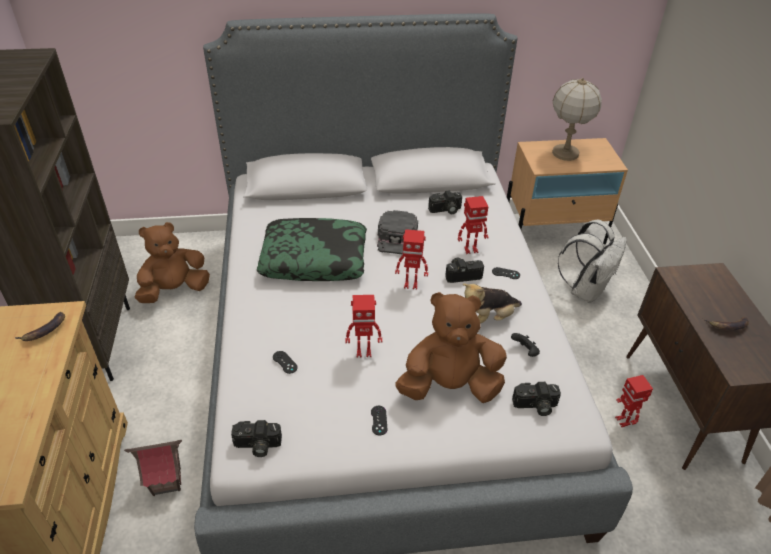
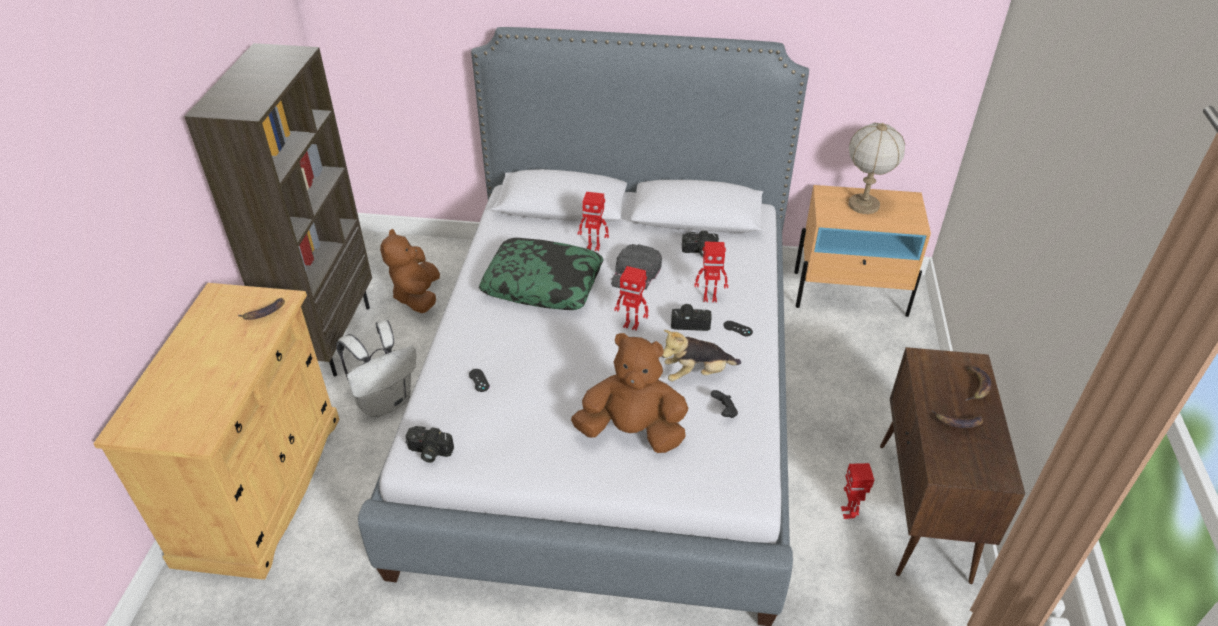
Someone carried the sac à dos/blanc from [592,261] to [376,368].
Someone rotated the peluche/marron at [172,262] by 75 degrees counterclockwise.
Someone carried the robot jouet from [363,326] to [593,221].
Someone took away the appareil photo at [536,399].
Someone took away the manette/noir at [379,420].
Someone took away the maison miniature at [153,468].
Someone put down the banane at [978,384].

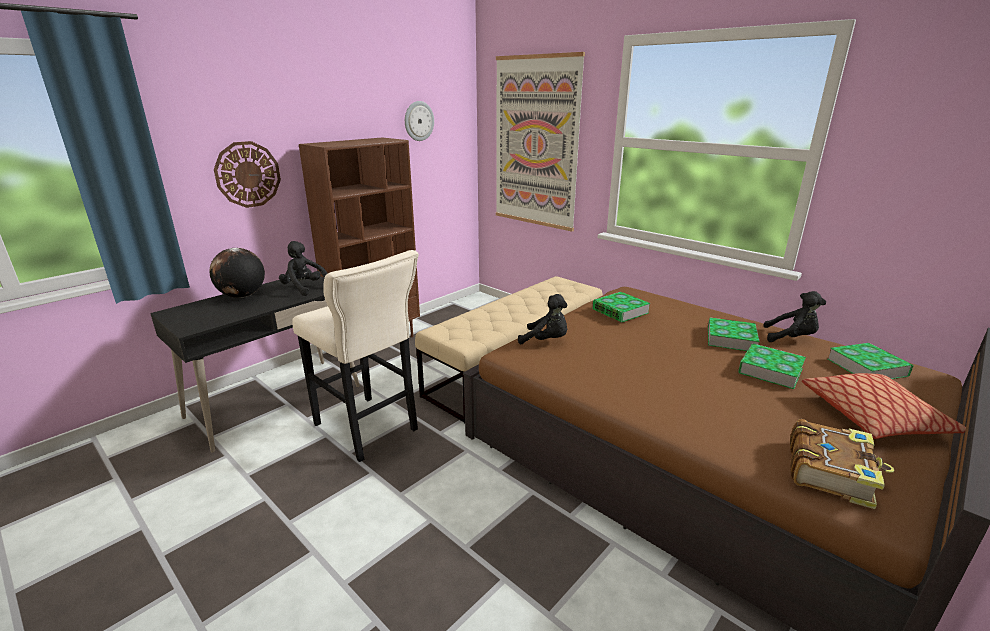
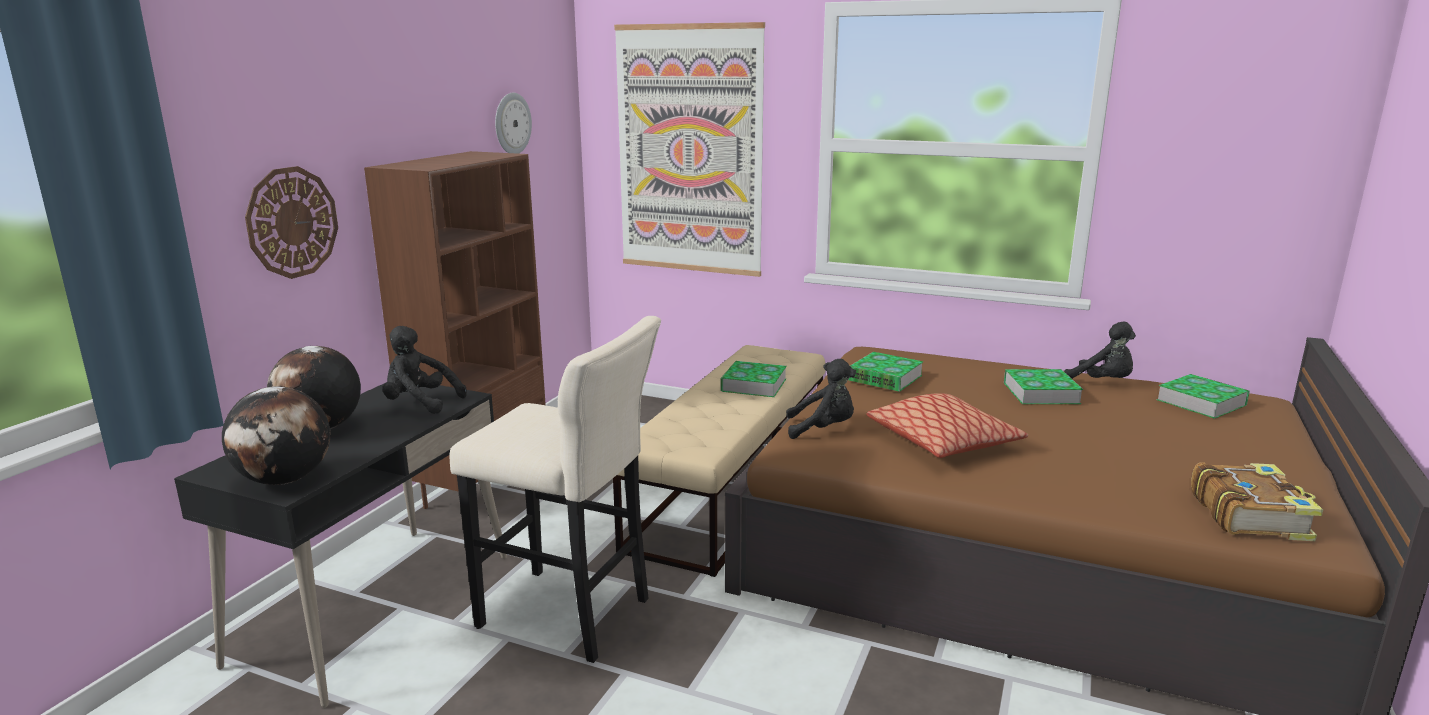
Someone rotated the peluche/noir at [794,316] by 45 degrees clockwise.
Someone carried the livre from [772,366] to [753,379].
Someone carried the coussin from [884,406] to [947,425].
Someone put down the globe at [276,435].

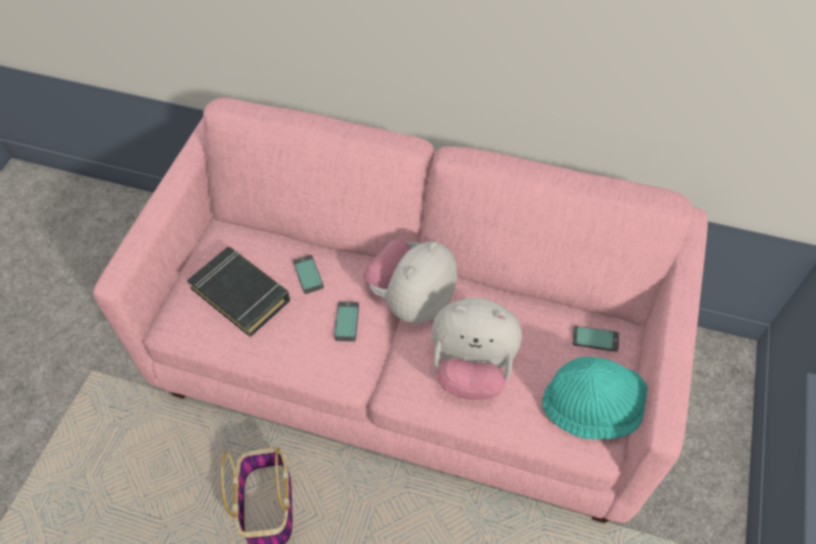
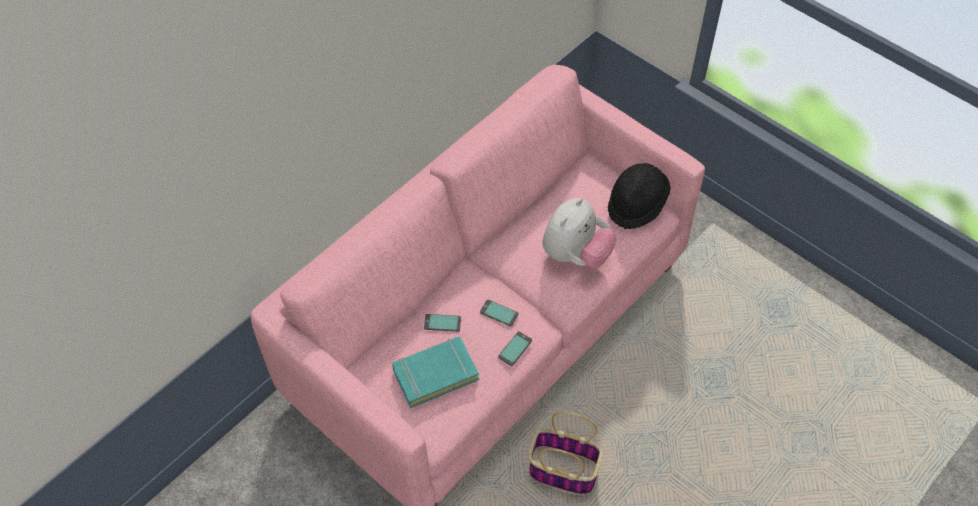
Someone took away the peluche at [410,281].
Someone repainted the livre/noir at [238,292], which became the livre/turquoise at [435,372].
Someone carried the téléphone from [595,339] to [515,348].
Someone repainted the chapeau/turquoise at [595,397], which became the chapeau/noir at [639,196].

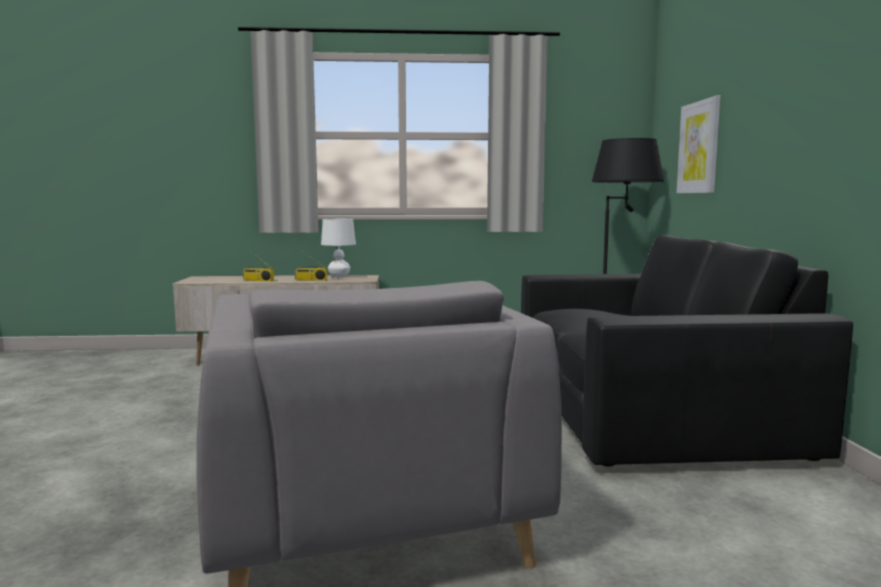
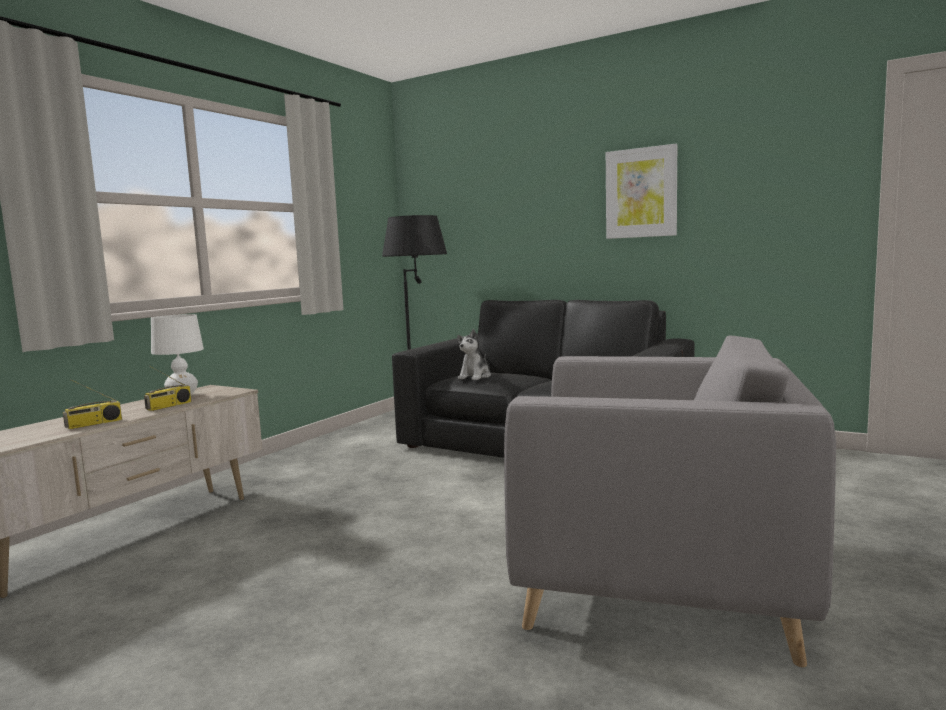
Someone carried the tableau from [698,144] to [641,191].
Someone put down the peluche at [474,354].

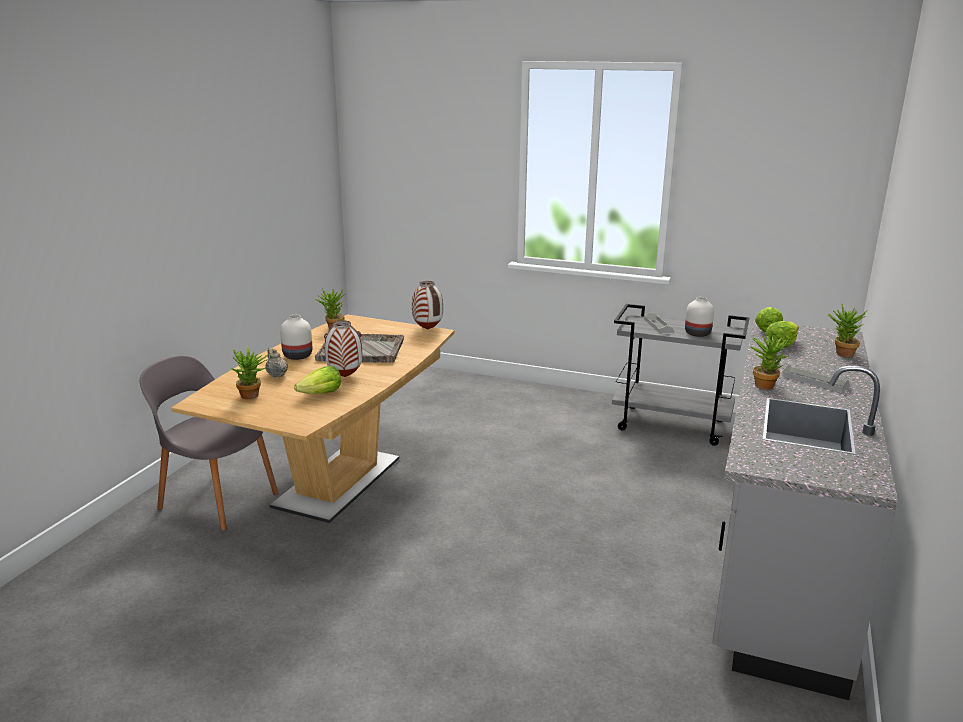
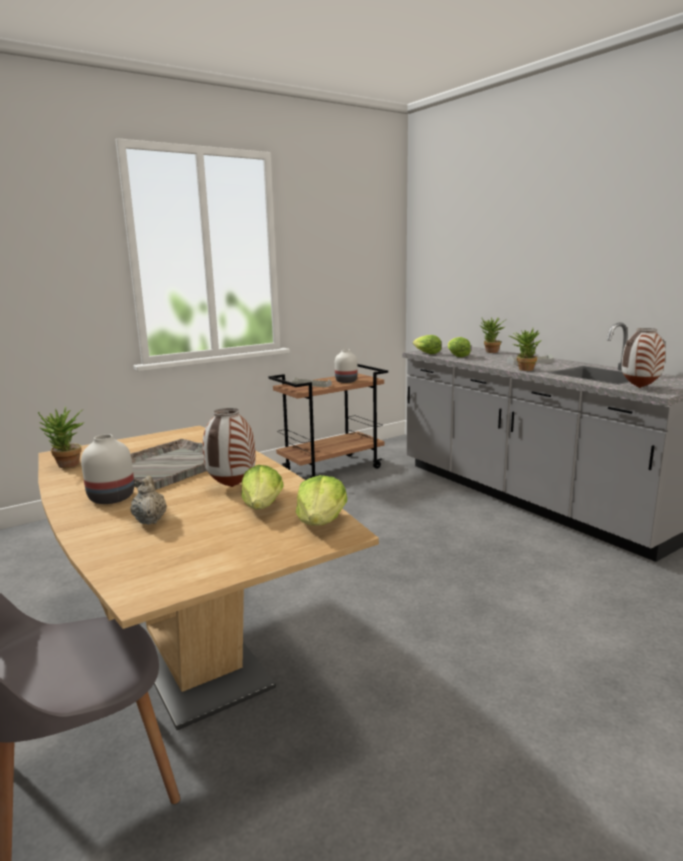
Someone carried the vase from [427,305] to [643,358].
Someone repainted the chariot/gris at [680,375], which became the chariot/marron at [328,421].
Someone took away the plante en pot at [250,372].
Someone rotated the théière/beige at [276,362] by 75 degrees clockwise.
Someone put down the laitue at [321,500].

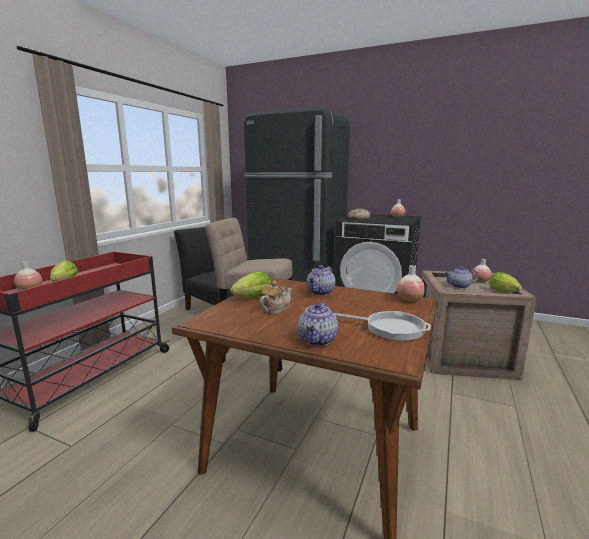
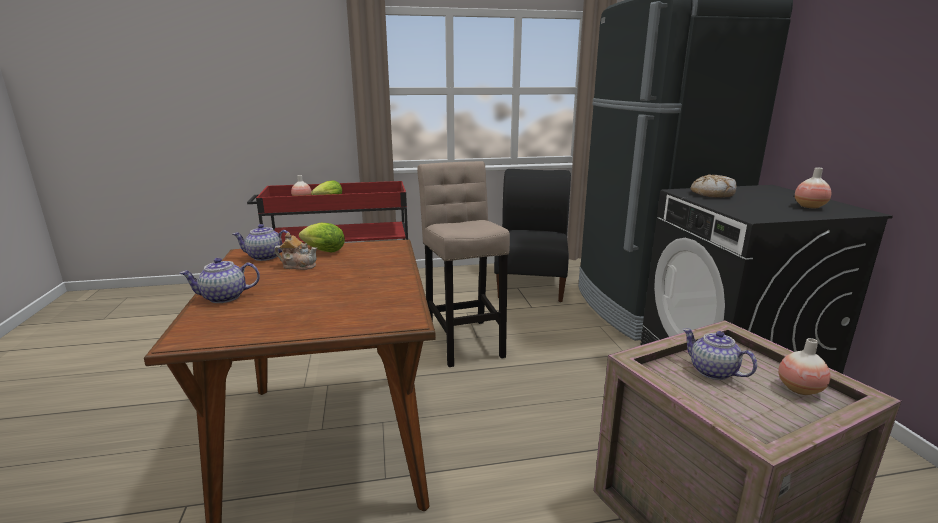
Someone carried the théière from [321,280] to [261,242].
Someone took away the vase at [410,283].
Someone took away the laitue at [505,282].
Someone took away the poêle at [382,326].

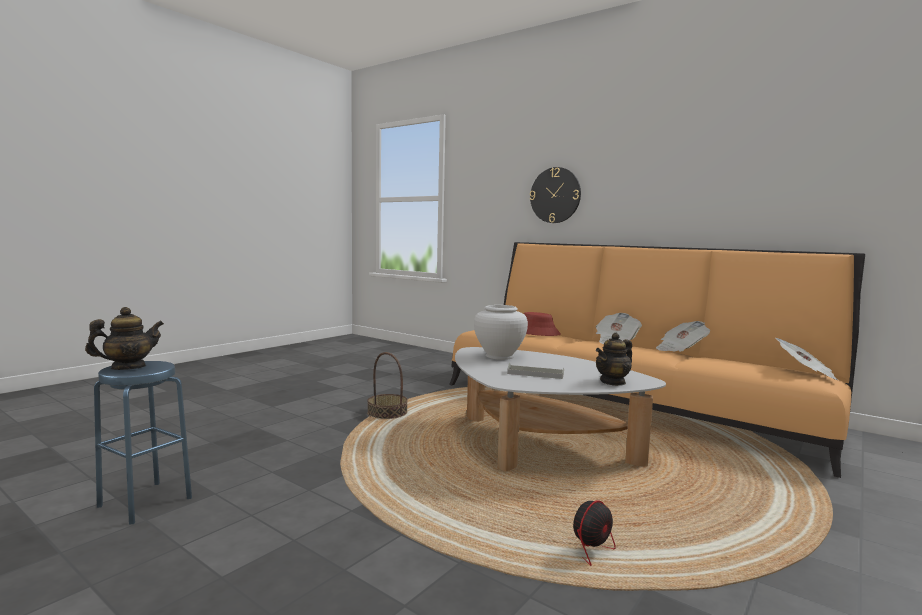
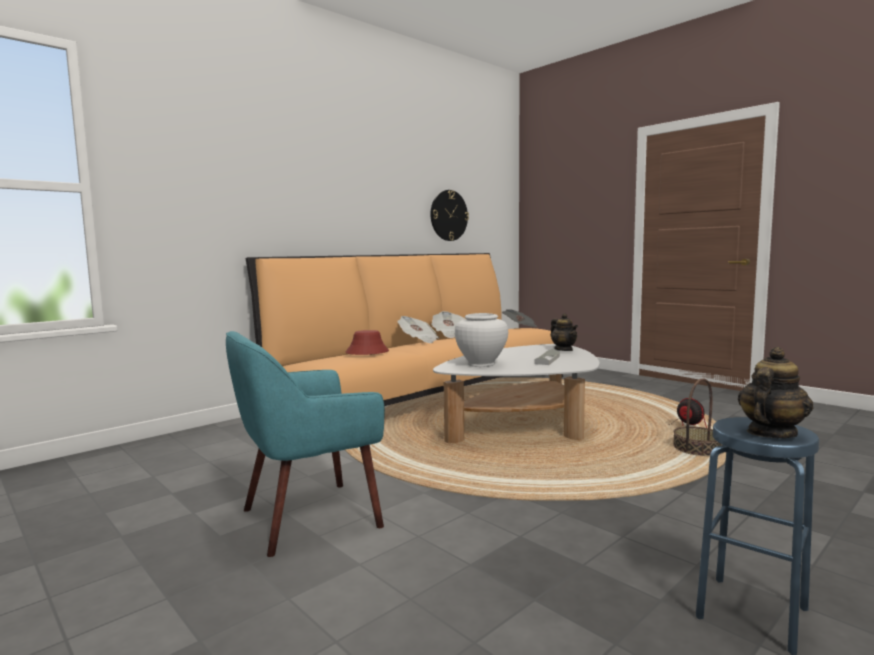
Someone carried the horloge murale from [555,195] to [450,215].
Someone rotated the théière at [124,338] by 75 degrees clockwise.
Someone carried the panier from [387,385] to [698,417].
Someone put down the fauteuil/turquoise at [305,444].

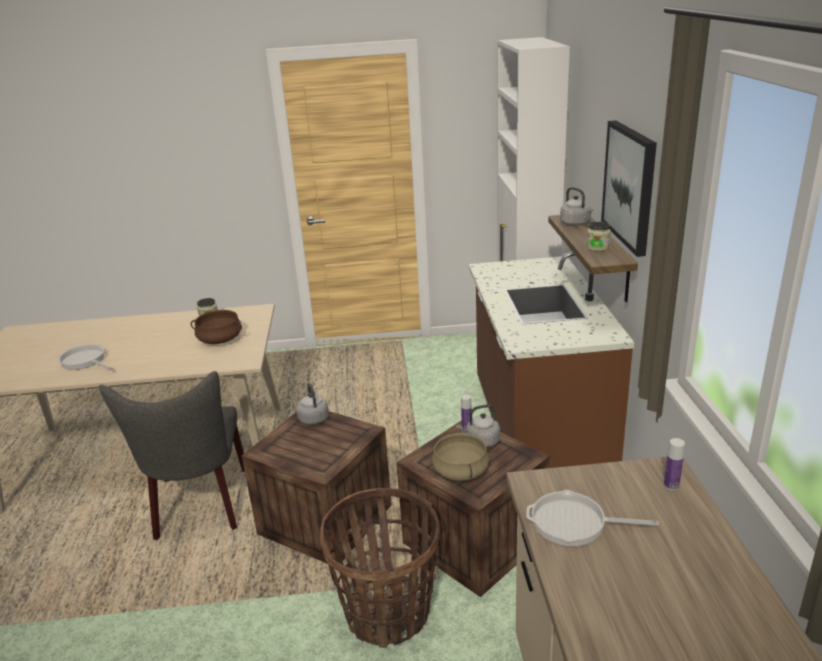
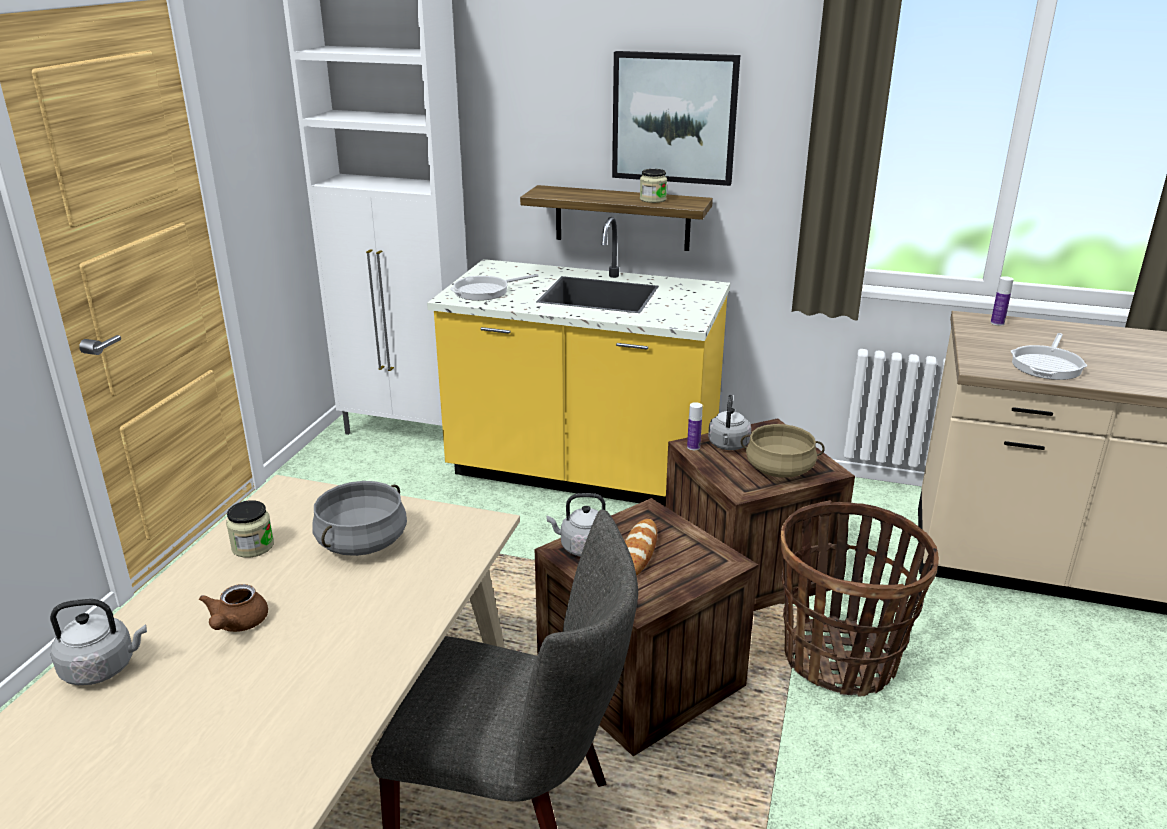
Someone carried the bouilloire/gris from [576,206] to [98,642].
Someone repainted the comptoir de cuisine/marron at [551,360], which became the comptoir de cuisine/jaune at [578,361].
Someone repainted the marmite/marron at [216,327], which became the marmite/gris at [359,518].
Someone carried the poêle from [85,357] to [494,287].
Someone put down the pain at [641,547].
Someone put down the théière/marron at [233,608].

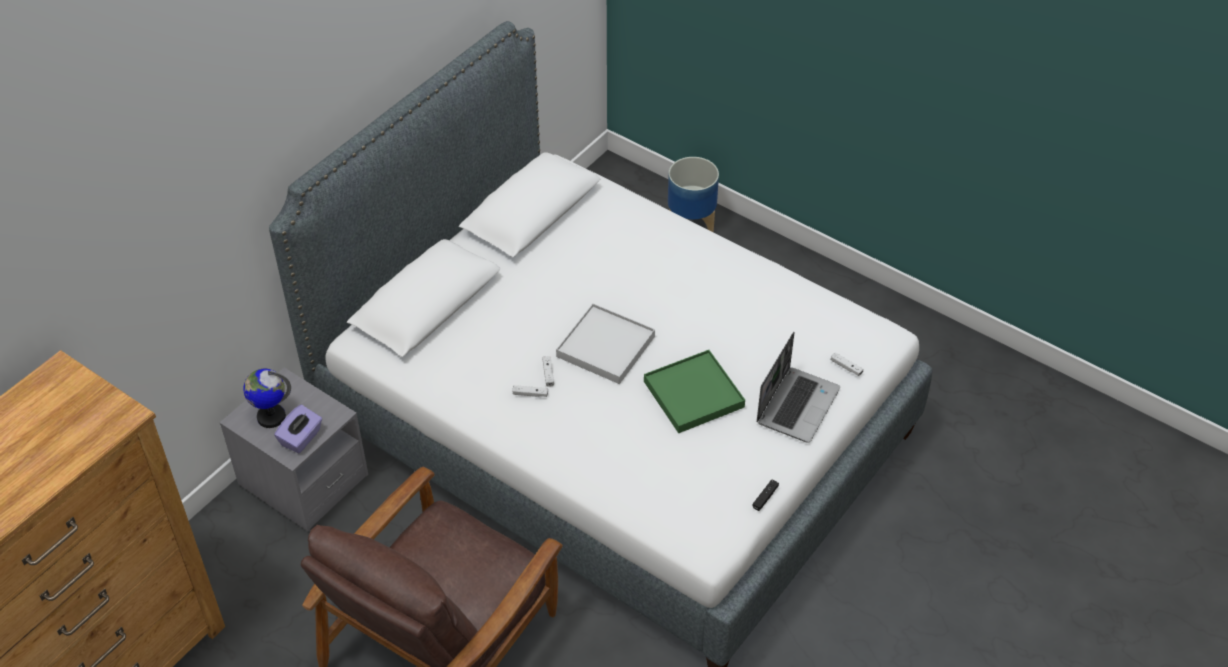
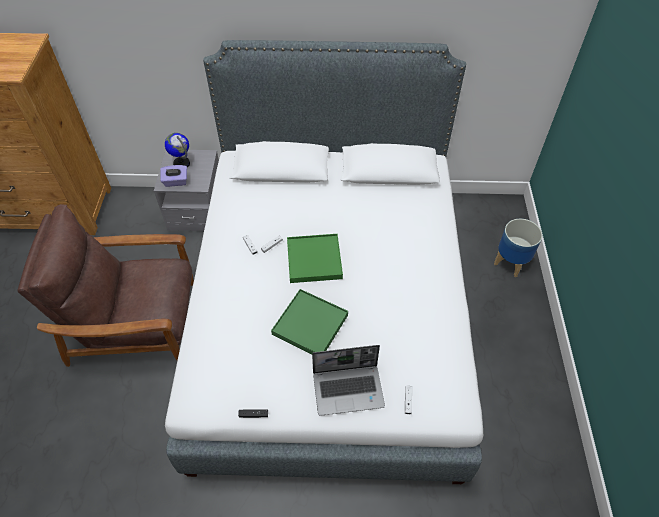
Someone repainted the plateau/blanc at [605,343], which became the plateau/vert at [315,258].

